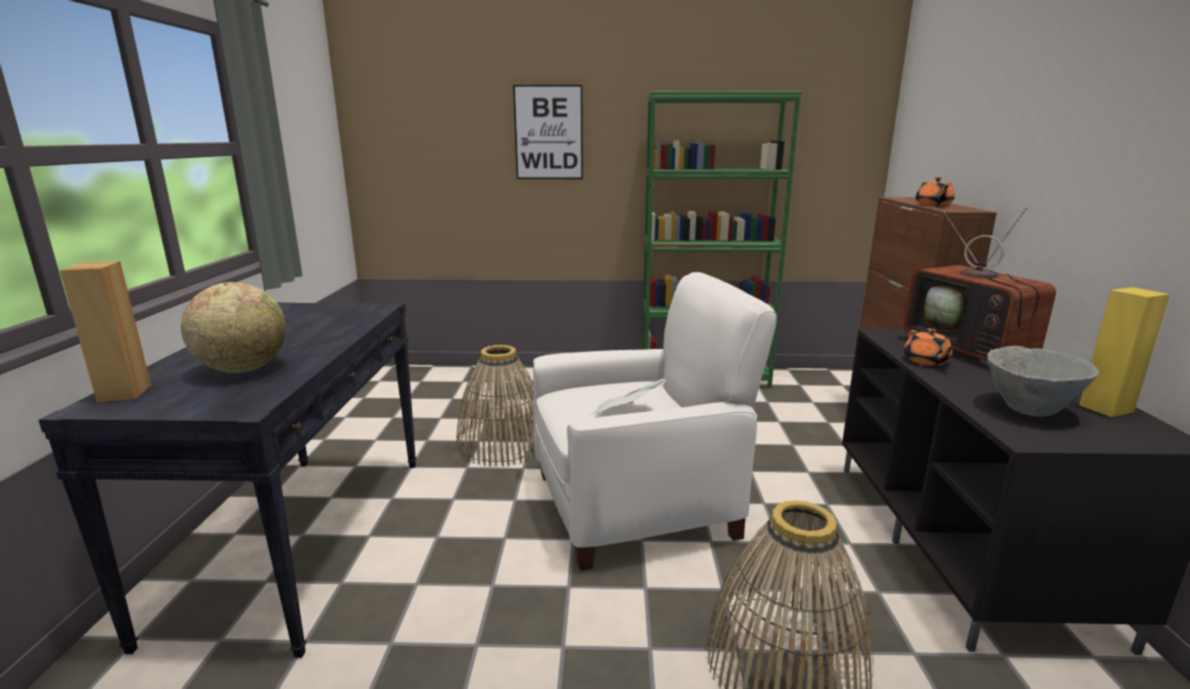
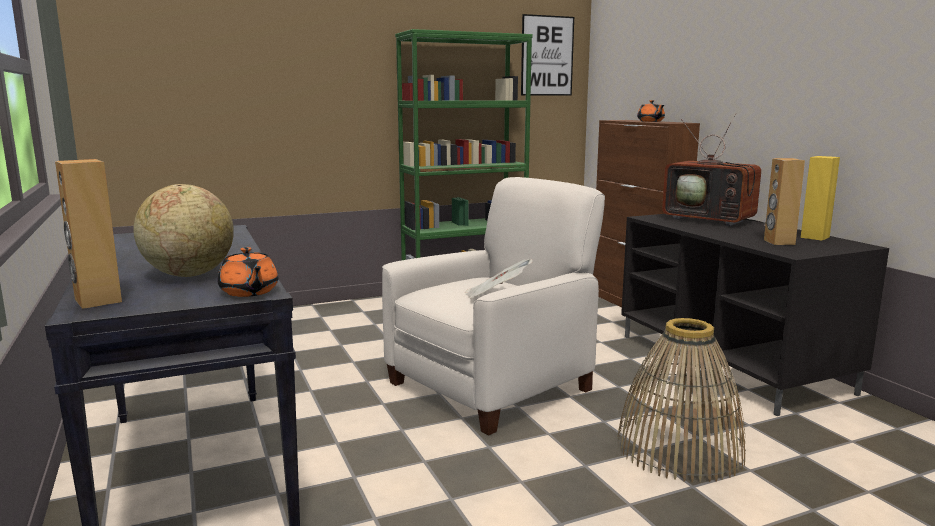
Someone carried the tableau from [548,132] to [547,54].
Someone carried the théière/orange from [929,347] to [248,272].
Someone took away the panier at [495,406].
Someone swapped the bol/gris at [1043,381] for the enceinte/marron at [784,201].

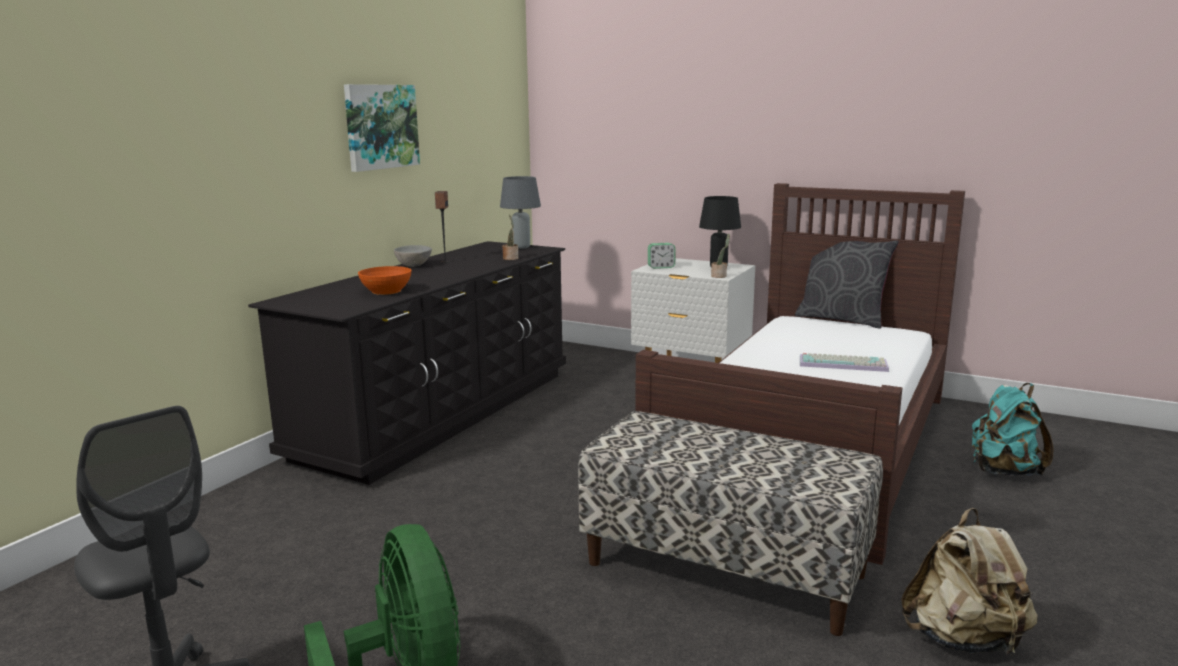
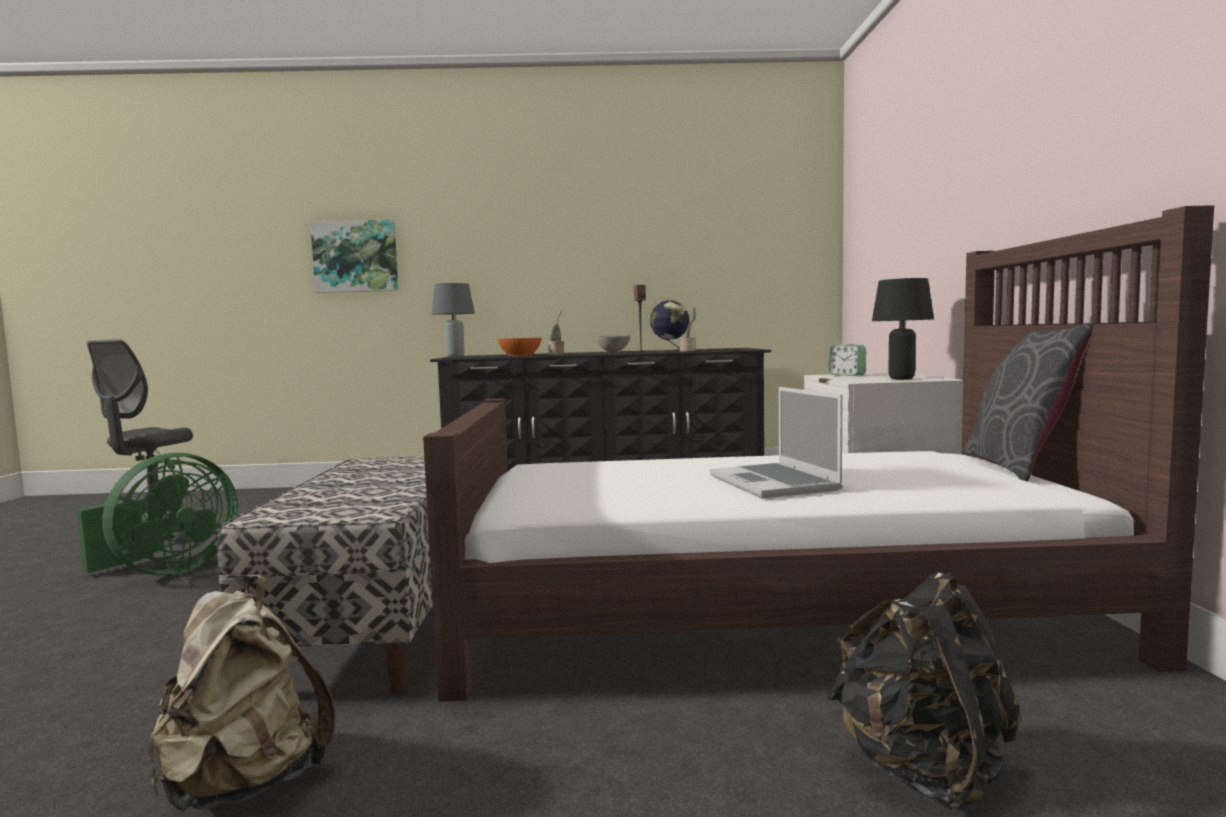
Someone carried the tableau from [382,128] to [354,256].
Someone carried the lampe de table/gris from [520,212] to [453,320].
Someone carried the plante en pot from [720,256] to [556,333].
Someone swapped the clavier at [844,362] for the ordinateur portable at [776,443].
Someone repainted the sac à dos/turquoise at [1012,429], which became the sac à dos/noir at [924,690].
Someone put down the globe at [669,325].

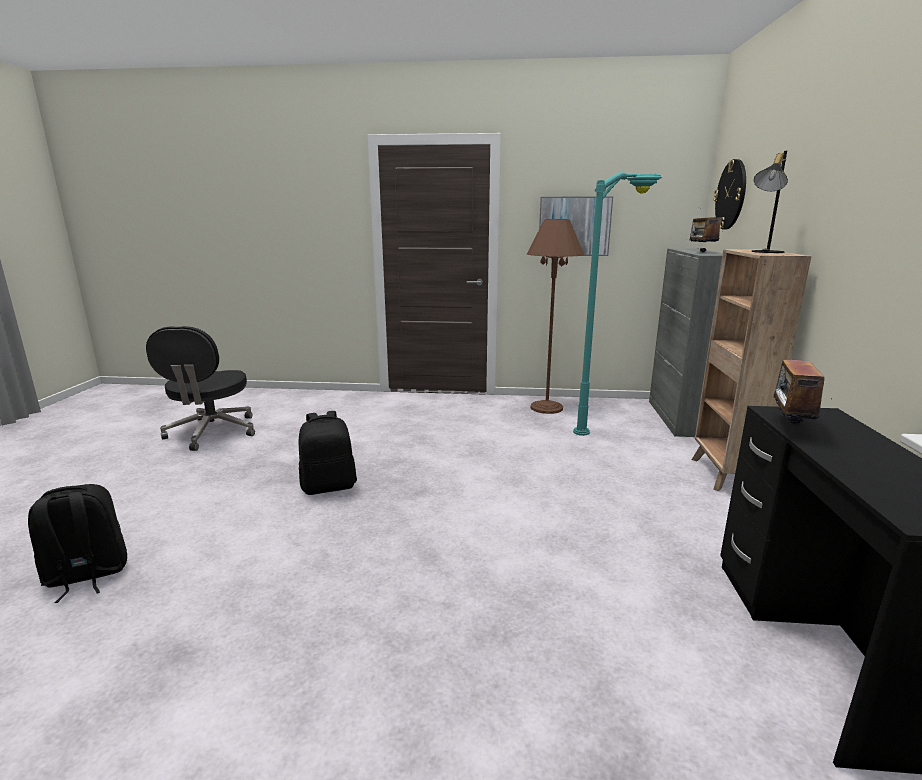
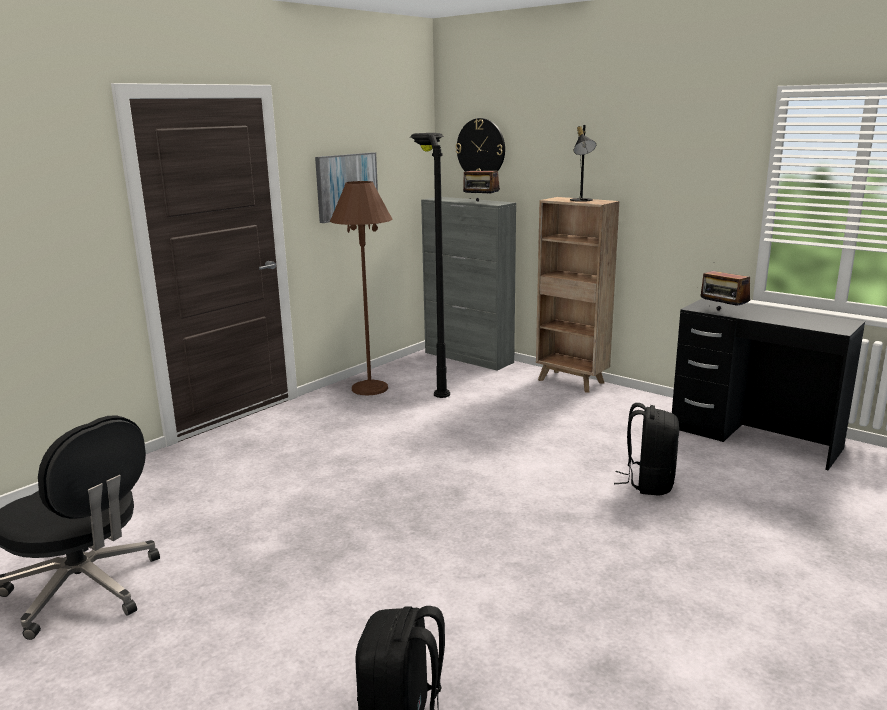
Someone repainted the lampadaire/turquoise at [617,304], which became the lampadaire/noir at [430,265].
Someone carried the sac à dos/noir from [328,453] to [646,449].

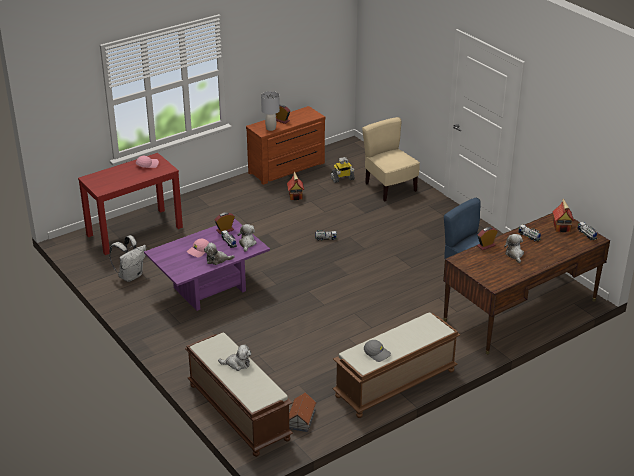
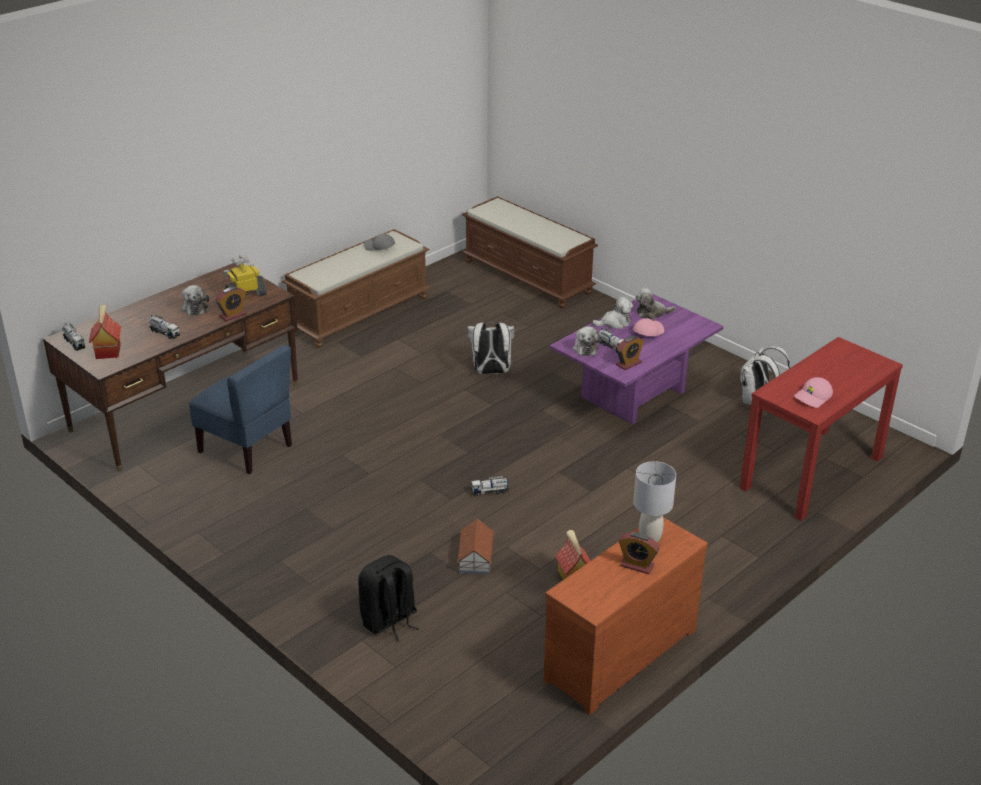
Someone swapped the chaise/beige at [391,159] for the sac à dos/noir at [388,598].
Someone carried the robot jouet from [342,170] to [245,275].
Someone carried the peluche from [234,357] to [655,303].
Someone carried the maison miniature from [303,412] to [475,546].
Someone put down the sac à dos/blanc at [490,348].

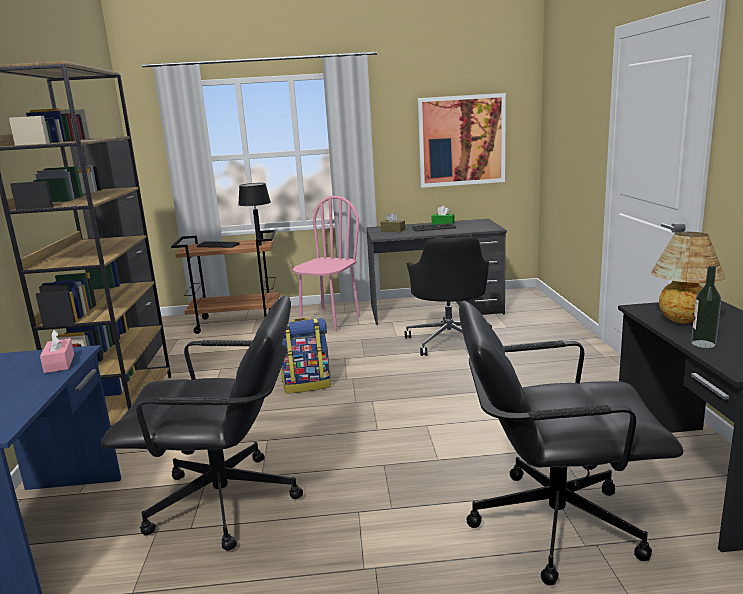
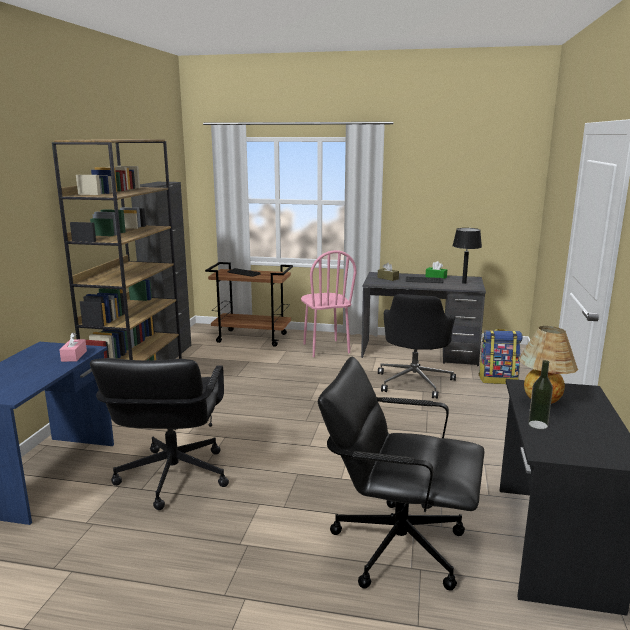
Someone took away the tableau at [462,140].
Someone carried the lampe de table/noir from [254,214] to [467,256].
Someone rotated the chaise/rose at [326,263] by 120 degrees clockwise.
Someone rotated the chaise de bureau/noir at [202,423] by 75 degrees clockwise.
Someone carried the sac à dos from [306,356] to [501,356].

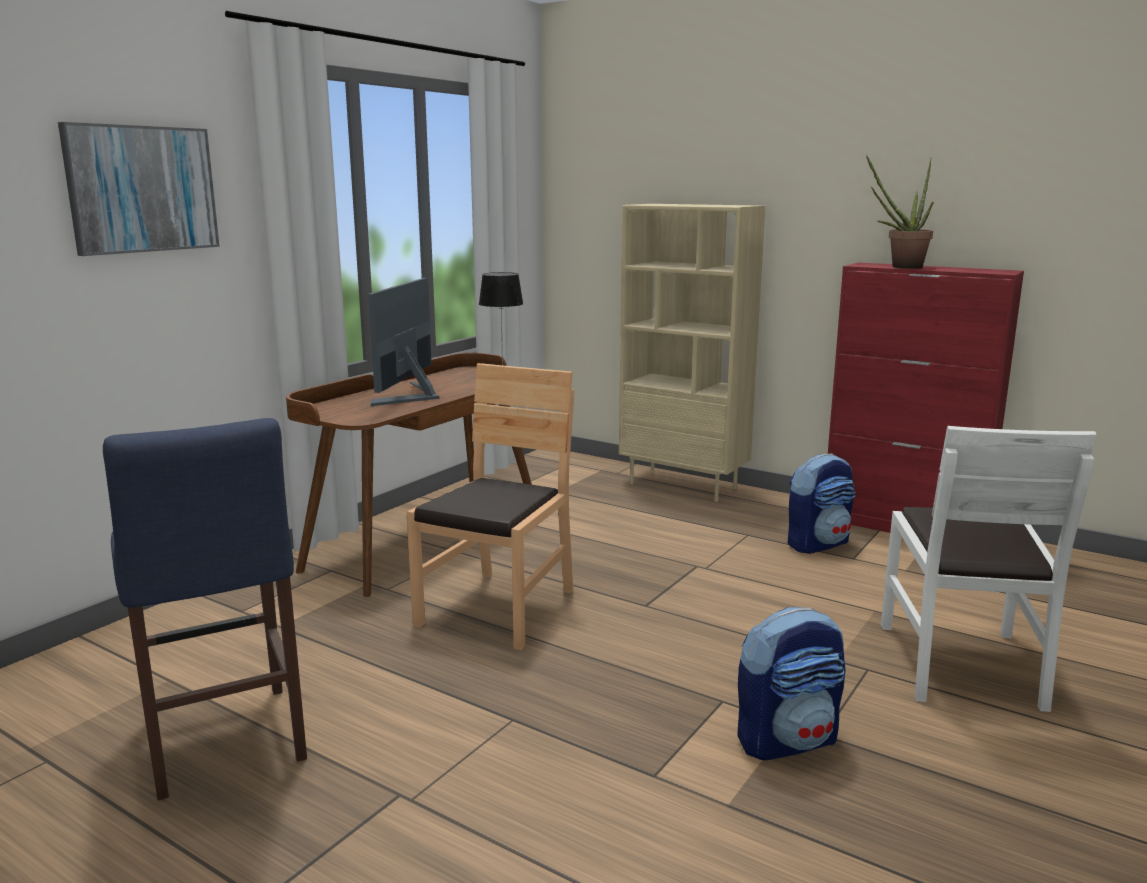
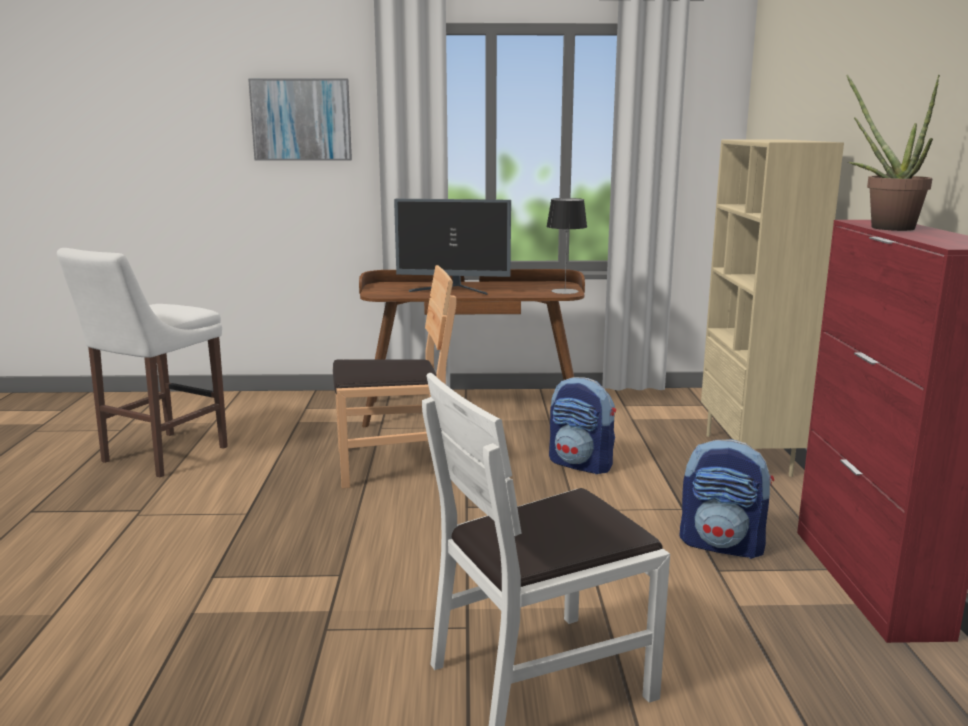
Someone rotated the écran d'ordinateur at [403,342] by 150 degrees counterclockwise.
Someone repainted the tabouret/bleu at [205,609], which became the tabouret/blanc at [142,362].
Someone carried the sac à dos from [791,683] to [582,425].

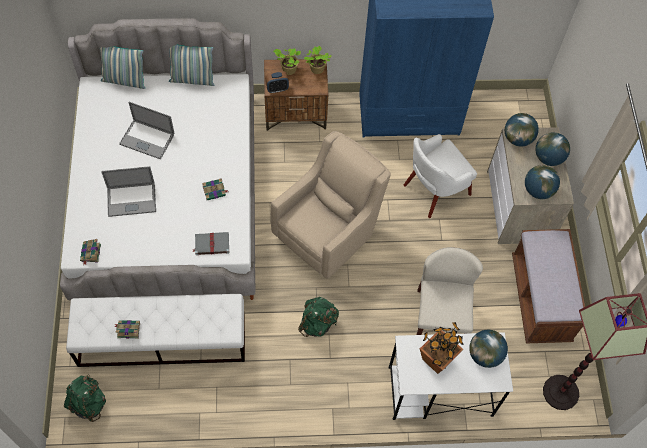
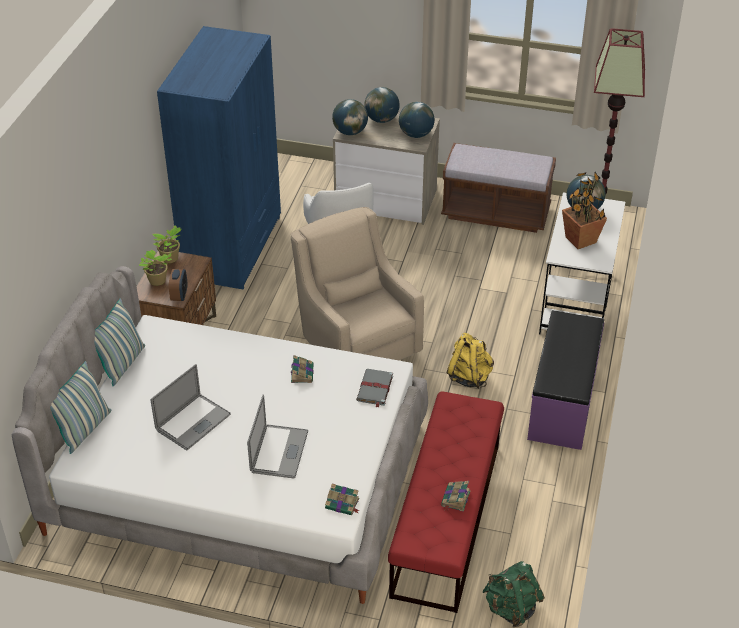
Someone took away the chaise/beige at [450,291].
Someone repainted the banc/blanc at [155,330], which became the banc/rouge at [446,502].
Someone repainted the sac à dos/vert at [318,317], which became the sac à dos/jaune at [470,361].
Someone put down the banc/violet at [565,380].

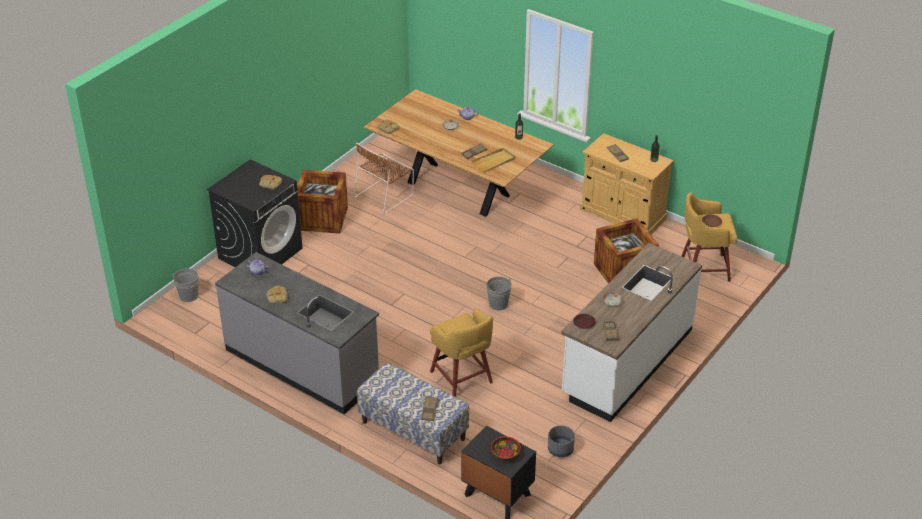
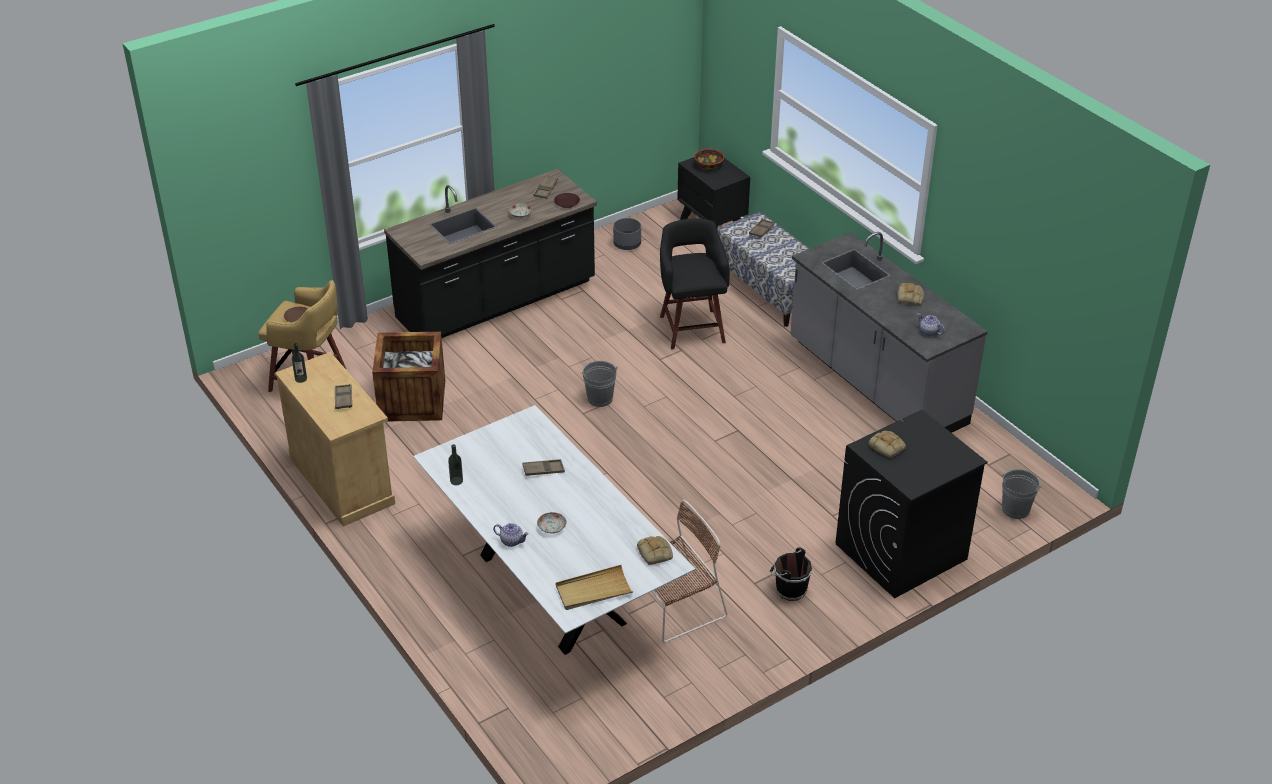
Someone repainted the table à manger/marron at [458,153], which became the table à manger/blanc at [554,530].
Someone carried the plateau/beige from [493,160] to [594,587].
Someone swapped the caisse at [322,202] for the seau/noir at [791,574].
Someone repainted the comptoir de cuisine/blanc at [631,332], which became the comptoir de cuisine/noir at [490,253].
Someone repainted the tabouret/jaune at [461,352], which became the tabouret/noir at [695,283].

